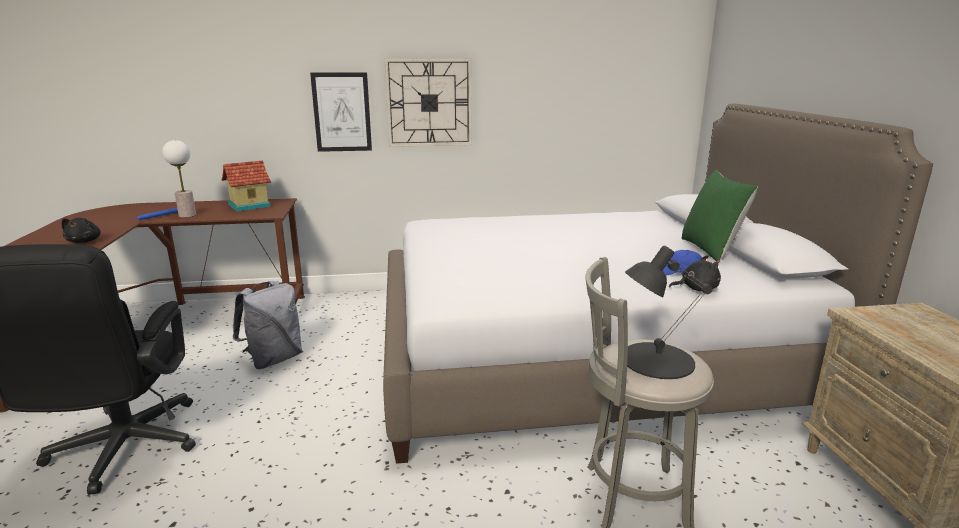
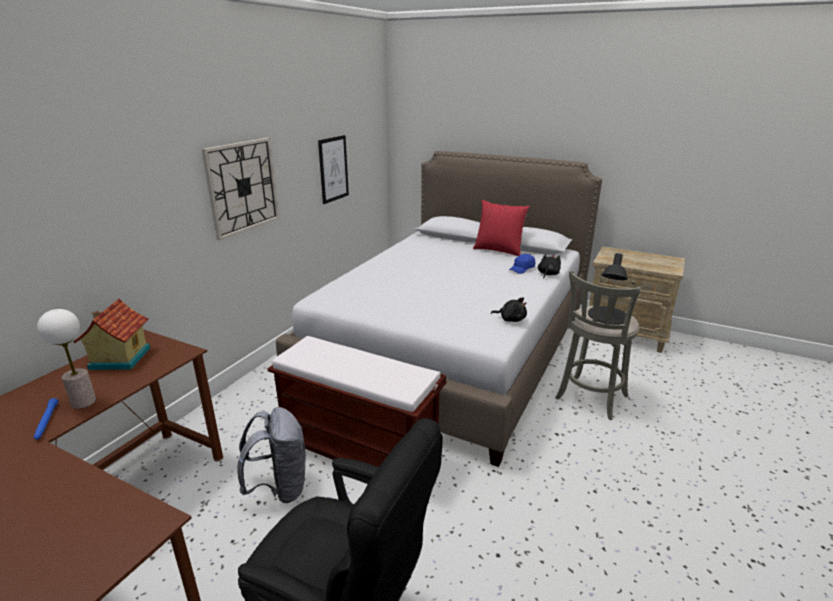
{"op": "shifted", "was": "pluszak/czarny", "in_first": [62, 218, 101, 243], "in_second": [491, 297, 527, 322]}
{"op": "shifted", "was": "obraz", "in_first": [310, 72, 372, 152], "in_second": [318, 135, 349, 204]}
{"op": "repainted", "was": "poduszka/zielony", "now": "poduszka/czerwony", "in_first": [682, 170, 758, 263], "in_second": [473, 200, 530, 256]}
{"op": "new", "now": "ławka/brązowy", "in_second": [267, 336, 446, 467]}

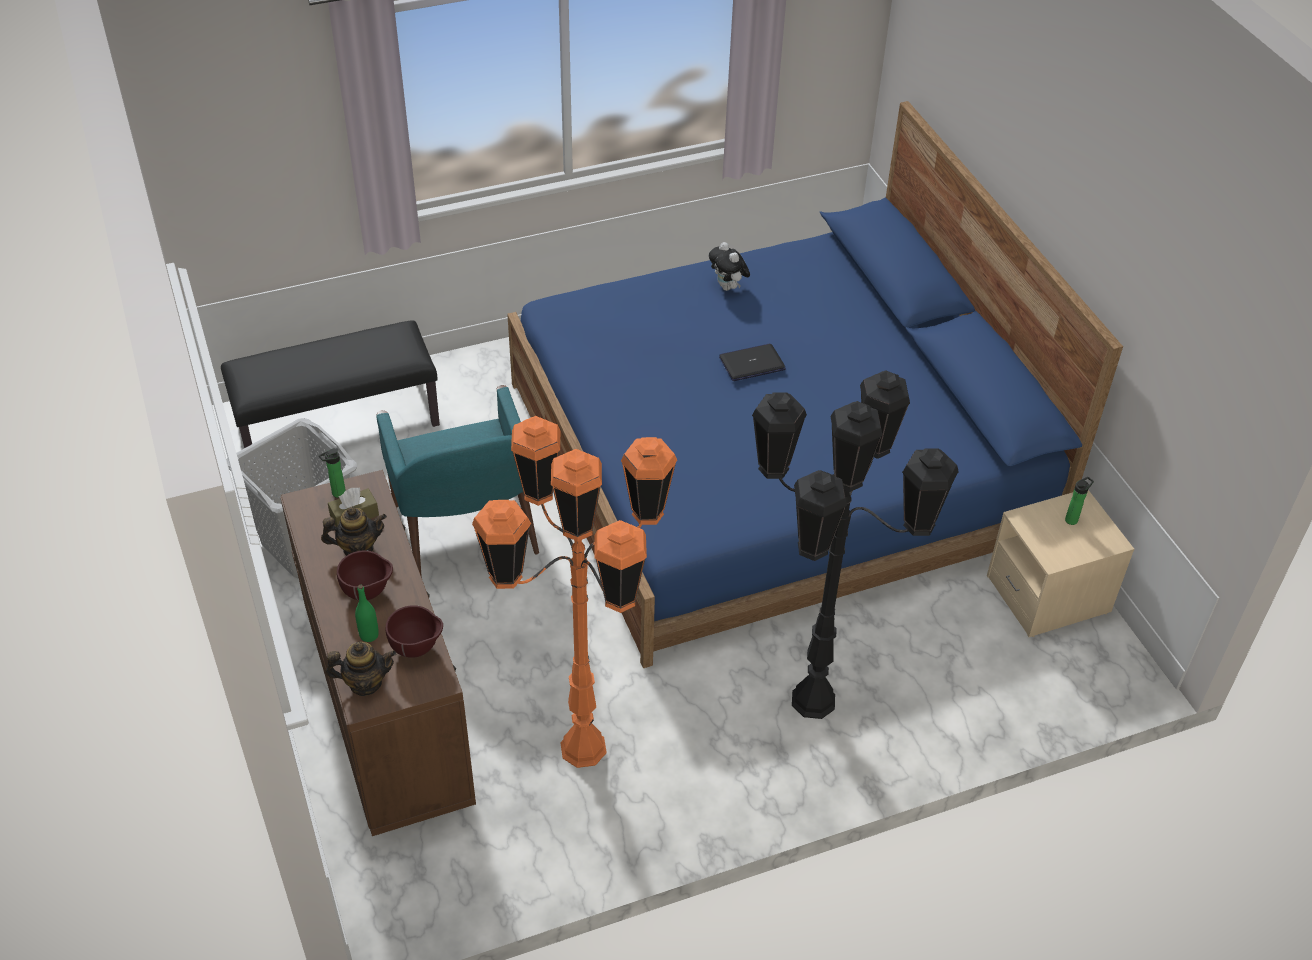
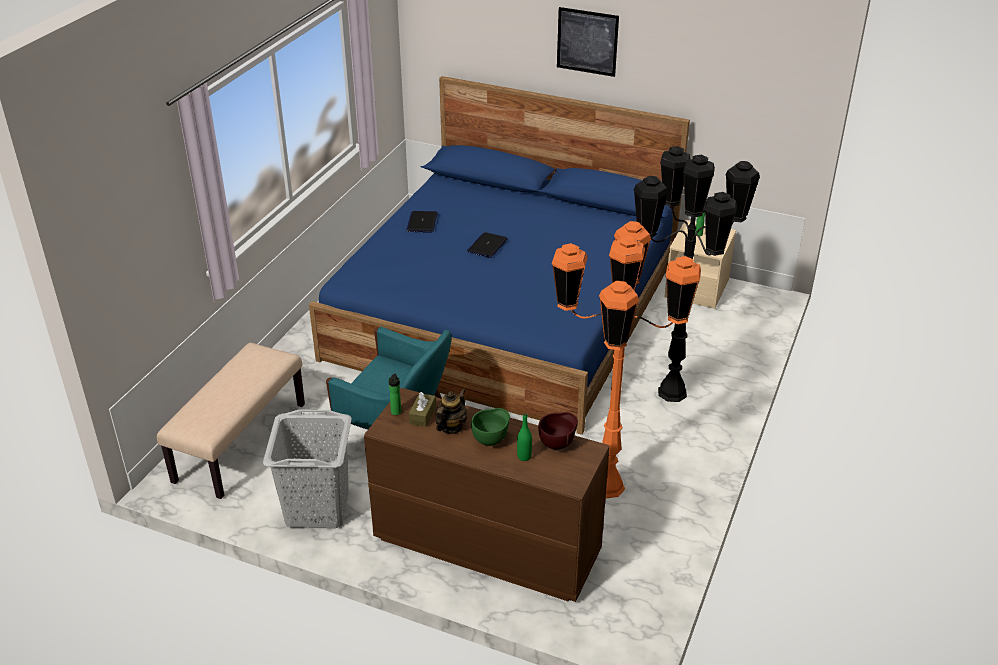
{"op": "repainted", "was": "ławka/czarny", "now": "ławka/beżowy", "in_first": [221, 320, 440, 470], "in_second": [157, 343, 305, 499]}
{"op": "gone", "was": "imbryk", "in_first": [326, 642, 396, 696]}
{"op": "repainted", "was": "miska/brązowy", "now": "miska/zielony", "in_first": [337, 550, 393, 600], "in_second": [471, 408, 510, 446]}
{"op": "swapped", "was": "pluszak", "now": "laptop", "in_first": [709, 242, 750, 291], "in_second": [406, 211, 437, 233]}
{"op": "new", "now": "obraz", "in_second": [557, 7, 619, 77]}

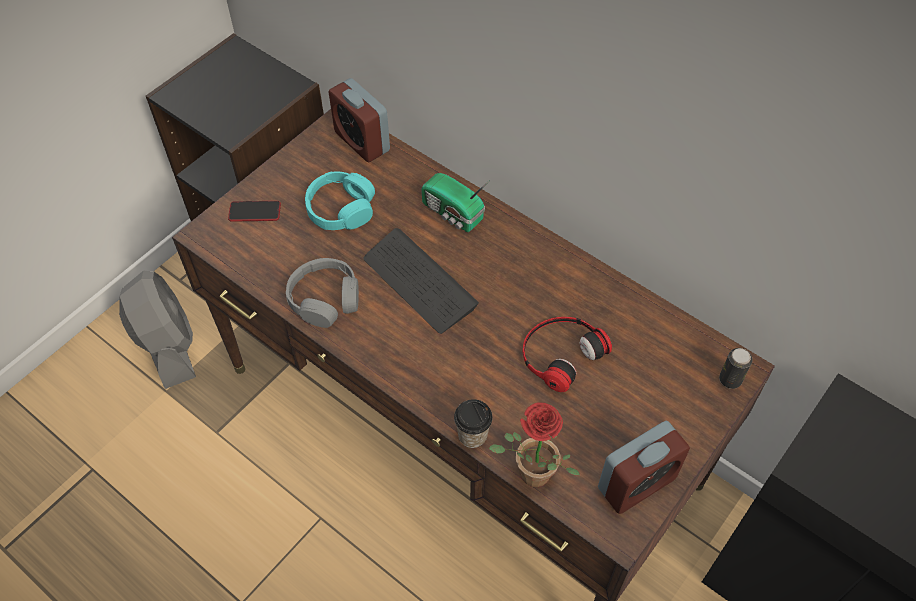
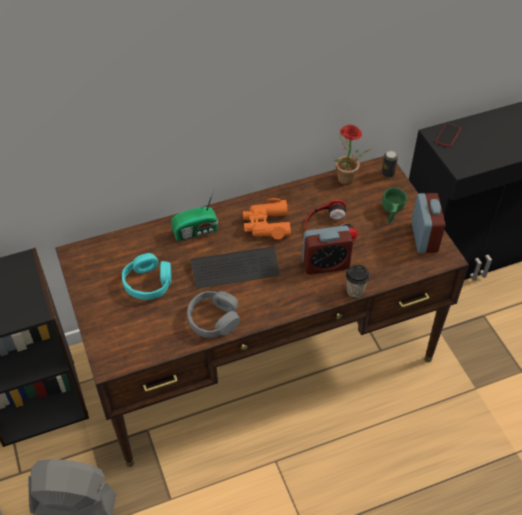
{"op": "shifted", "was": "telefon", "in_first": [228, 201, 281, 222], "in_second": [436, 123, 461, 147]}
{"op": "shifted", "was": "budzik", "in_first": [329, 78, 390, 162], "in_second": [302, 225, 353, 275]}
{"op": "shifted", "was": "roślina doniczkowa", "in_first": [489, 403, 580, 487], "in_second": [335, 124, 371, 185]}
{"op": "new", "now": "lornetka/pomarańczowy", "in_second": [243, 198, 291, 239]}
{"op": "new", "now": "filiżanka/zielony", "in_second": [382, 188, 407, 223]}

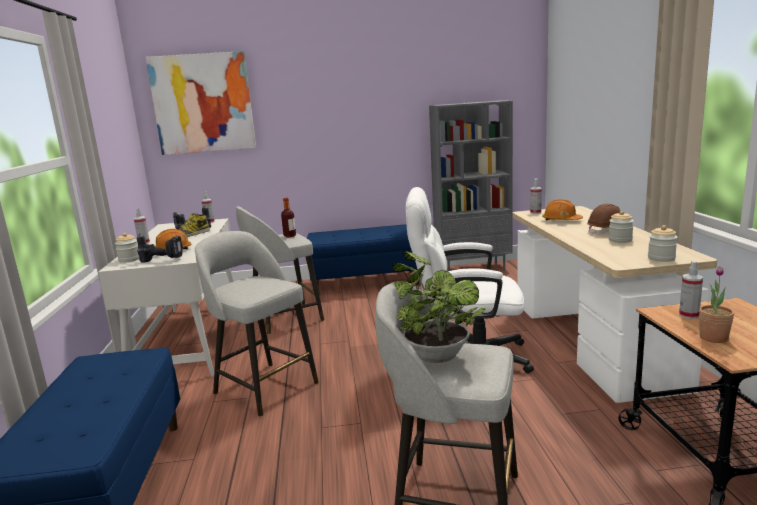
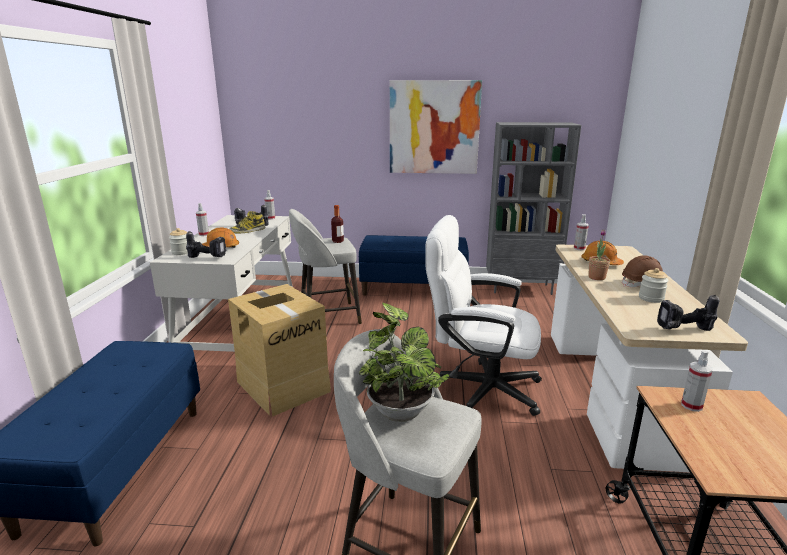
{"op": "shifted", "was": "obraz", "in_first": [146, 51, 256, 155], "in_second": [390, 80, 482, 174]}
{"op": "swapped", "was": "stołek/szary", "now": "karton", "in_first": [195, 231, 318, 417], "in_second": [228, 284, 331, 417]}
{"op": "swapped", "was": "słoik", "now": "wiertarka", "in_first": [648, 225, 678, 262], "in_second": [657, 295, 719, 331]}
{"op": "shifted", "was": "roślina doniczkowa", "in_first": [699, 266, 734, 343], "in_second": [588, 230, 610, 280]}

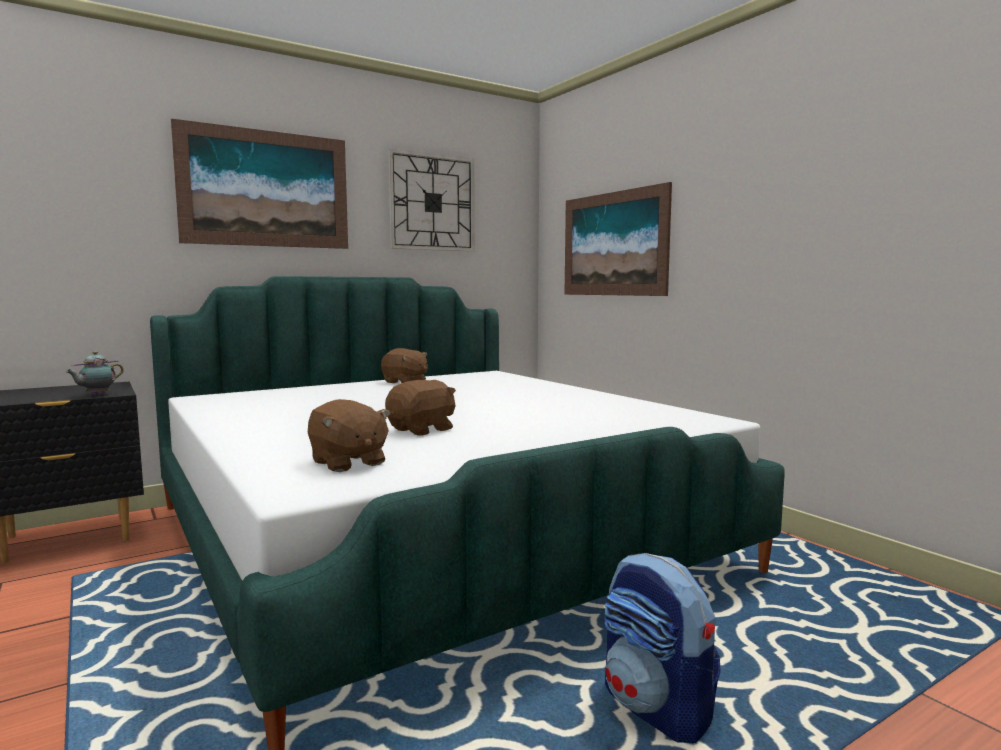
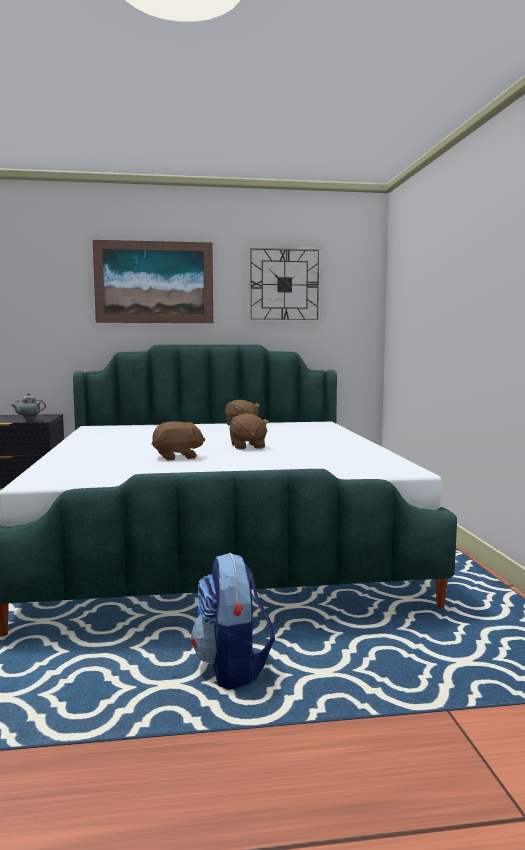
{"op": "shifted", "was": "pluszak/brązowy", "in_first": [308, 399, 391, 472], "in_second": [229, 413, 269, 449]}
{"op": "gone", "was": "obraz", "in_first": [564, 182, 672, 296]}

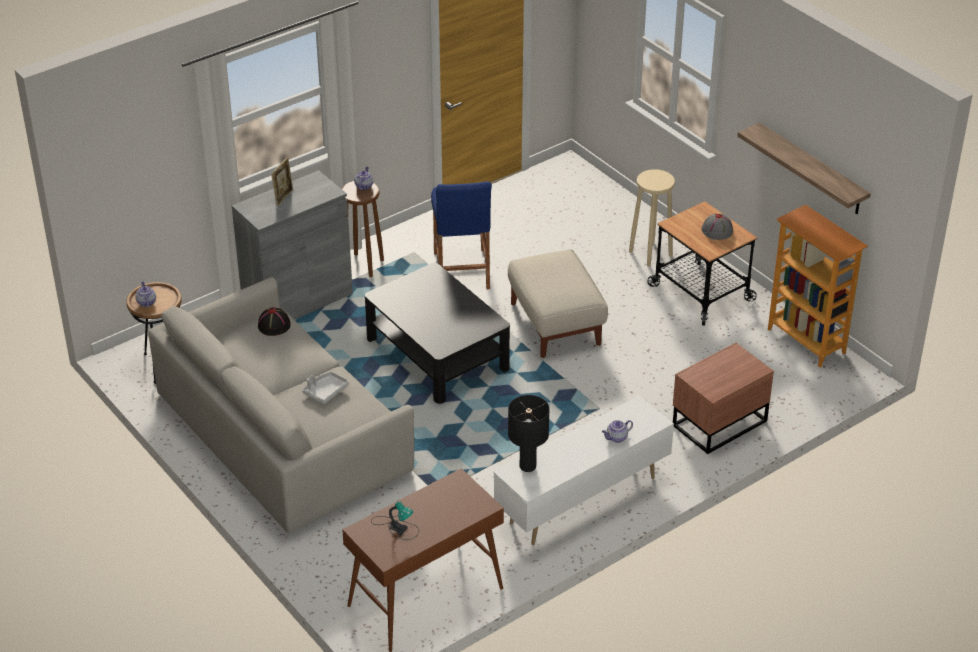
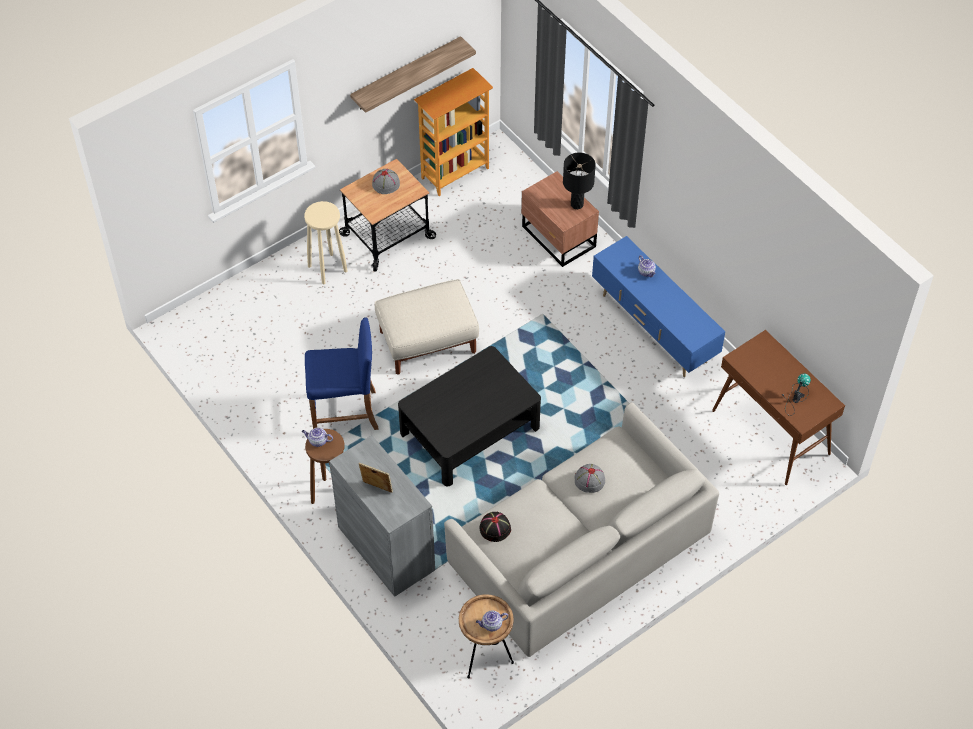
{"op": "swapped", "was": "taca/szary", "now": "kapelusz/szary", "in_first": [302, 371, 349, 404], "in_second": [574, 464, 605, 493]}
{"op": "repainted", "was": "szafka pod telewizor/biały", "now": "szafka pod telewizor/niebieski", "in_first": [493, 396, 674, 545], "in_second": [592, 236, 725, 377]}
{"op": "shifted", "was": "lampa stołowa/czarny", "in_first": [508, 395, 550, 472], "in_second": [563, 152, 596, 209]}

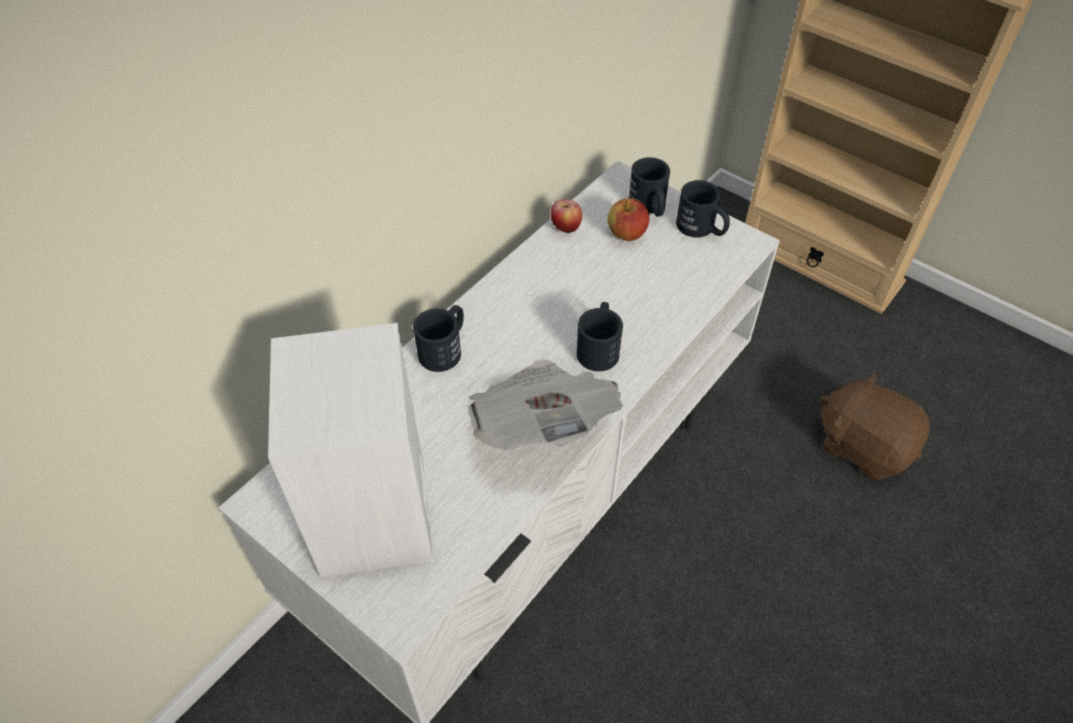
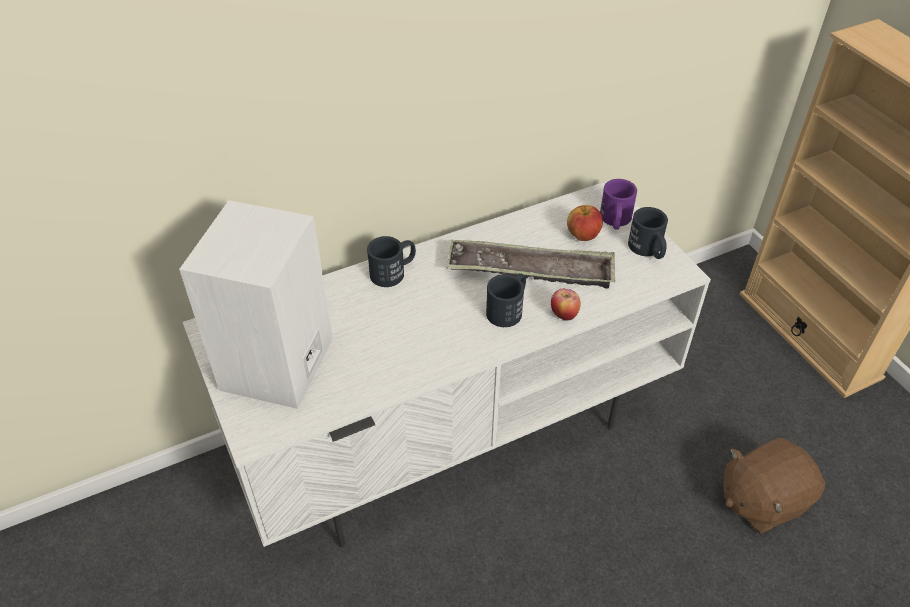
{"op": "gone", "was": "gazeta", "in_first": [468, 359, 623, 450]}
{"op": "shifted", "was": "jabłko", "in_first": [551, 199, 582, 233], "in_second": [551, 289, 581, 321]}
{"op": "repainted", "was": "kubek/czarny", "now": "kubek/fioletowy", "in_first": [629, 157, 670, 217], "in_second": [600, 179, 637, 230]}
{"op": "rotated", "was": "pluszak/brązowy", "in_first": [821, 372, 930, 480], "in_second": [723, 438, 825, 534], "clockwise": -90}
{"op": "new", "now": "taca", "in_second": [447, 239, 615, 288]}

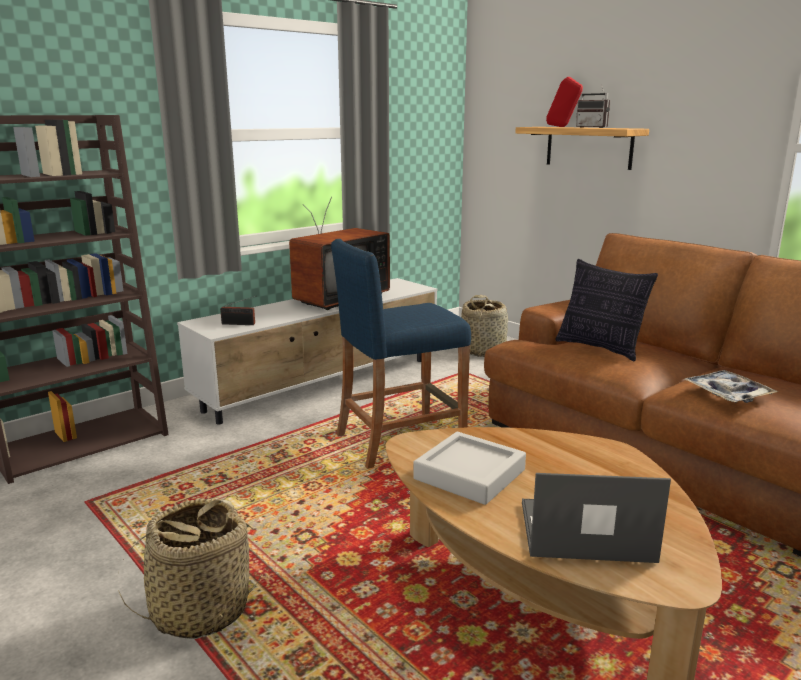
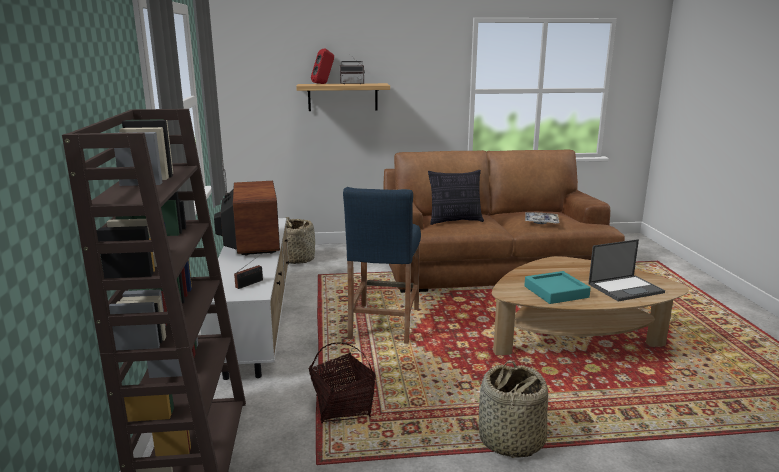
{"op": "repainted", "was": "taca/szary", "now": "taca/turkusowy", "in_first": [413, 432, 526, 505], "in_second": [524, 271, 591, 304]}
{"op": "rotated", "was": "laptop", "in_first": [522, 473, 671, 563], "in_second": [588, 239, 665, 301], "clockwise": -150}
{"op": "new", "now": "koszyk", "in_second": [309, 342, 375, 423]}

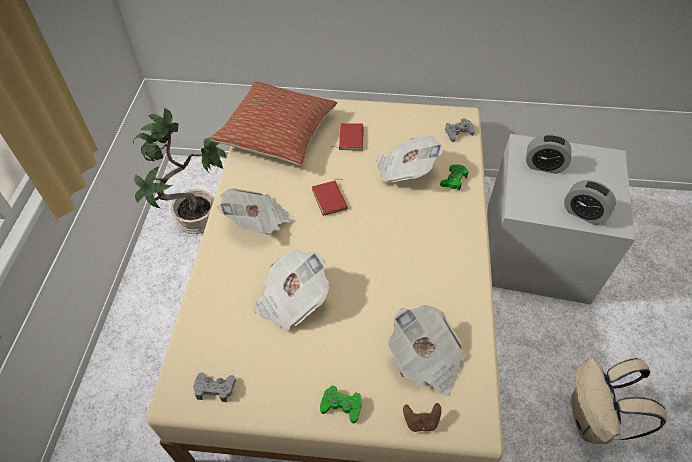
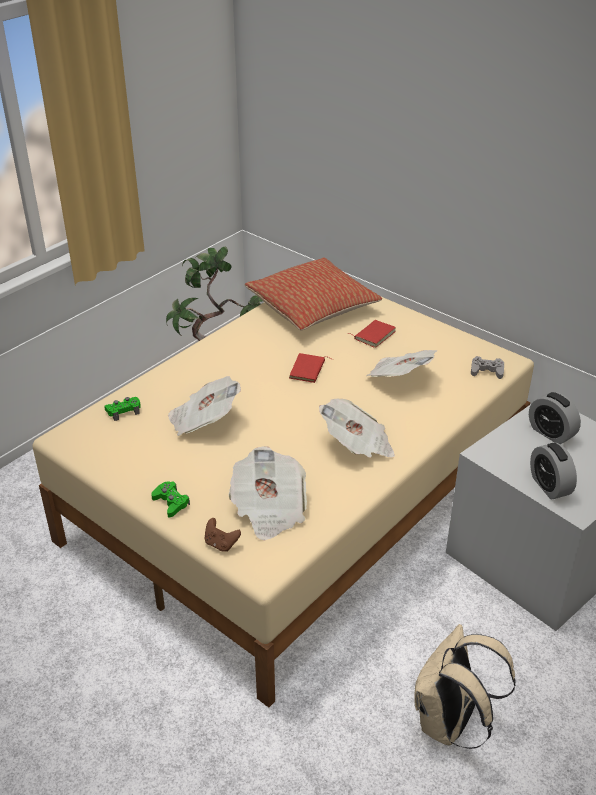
{"op": "gone", "was": "pad do gier/szary", "in_first": [193, 373, 236, 402]}
{"op": "shifted", "was": "gazeta", "in_first": [217, 188, 294, 235], "in_second": [319, 399, 395, 458]}
{"op": "shifted", "was": "pad do gier/zielony", "in_first": [440, 165, 469, 191], "in_second": [104, 397, 141, 421]}

